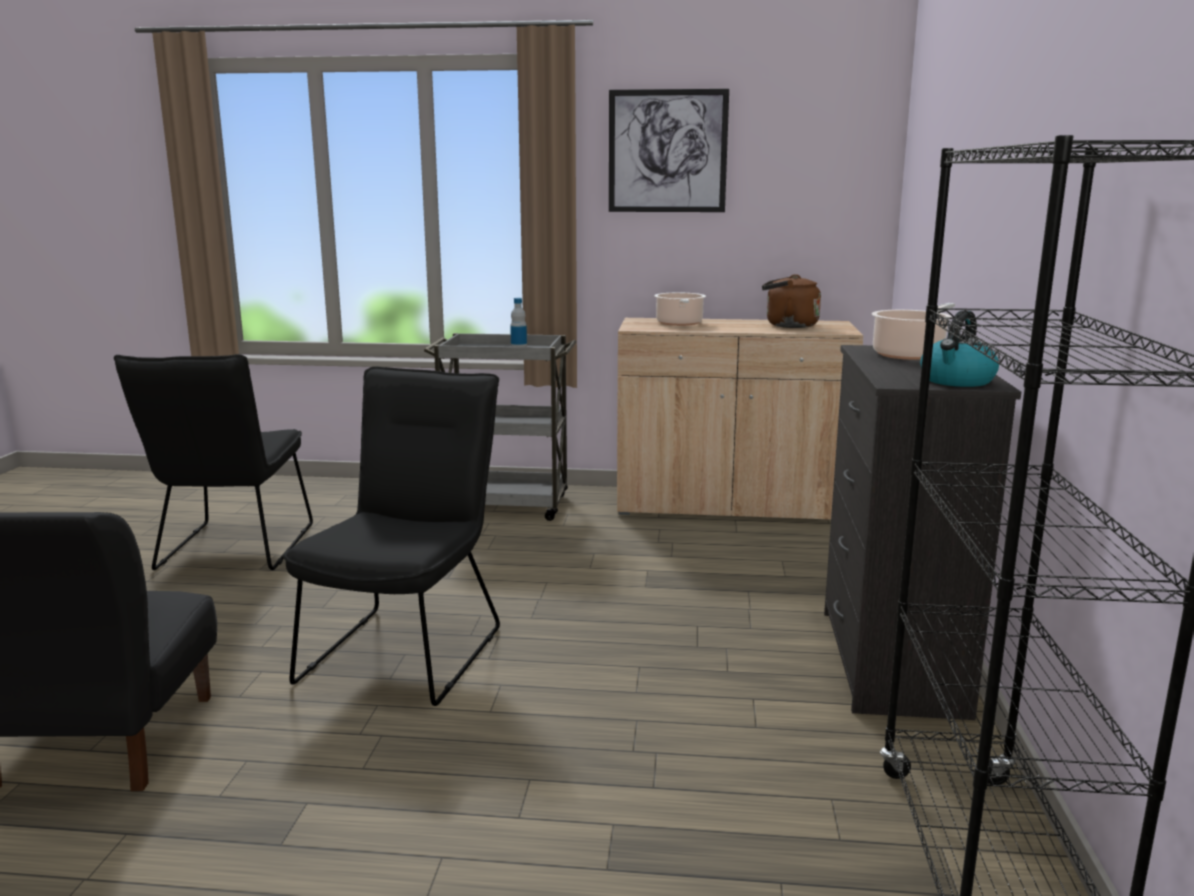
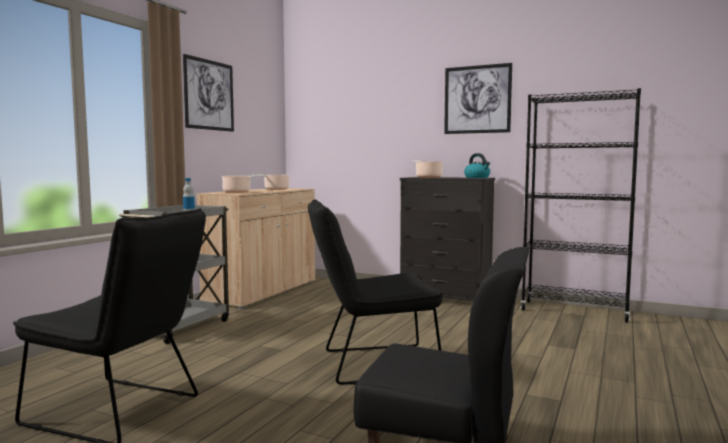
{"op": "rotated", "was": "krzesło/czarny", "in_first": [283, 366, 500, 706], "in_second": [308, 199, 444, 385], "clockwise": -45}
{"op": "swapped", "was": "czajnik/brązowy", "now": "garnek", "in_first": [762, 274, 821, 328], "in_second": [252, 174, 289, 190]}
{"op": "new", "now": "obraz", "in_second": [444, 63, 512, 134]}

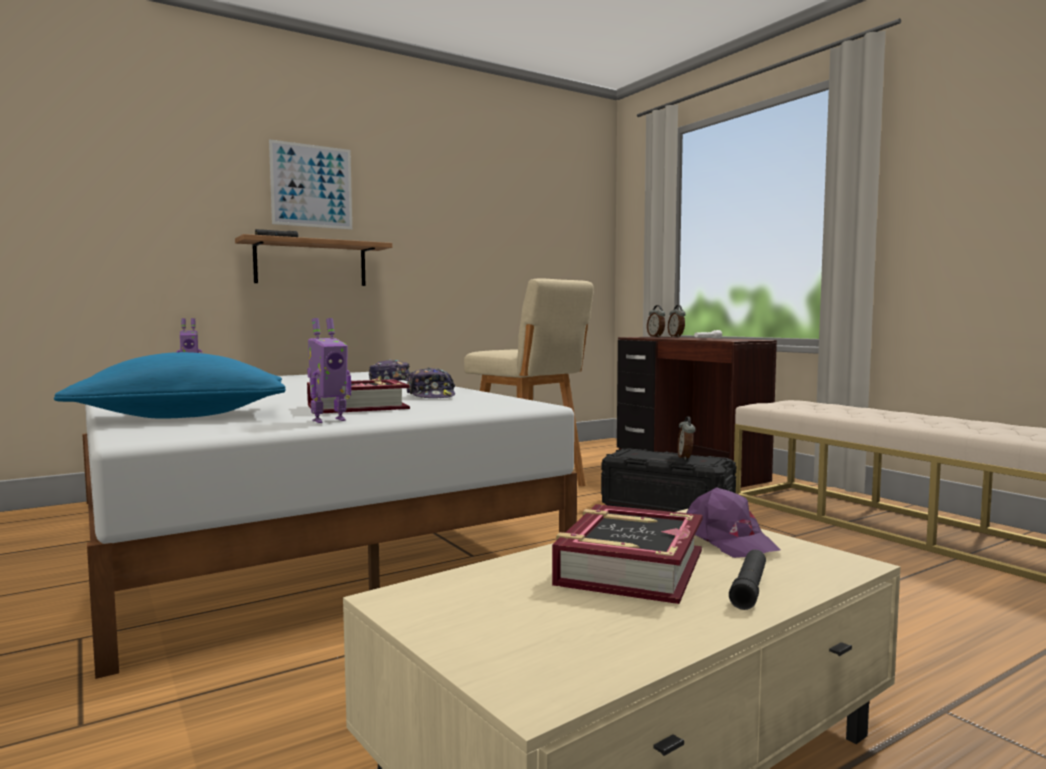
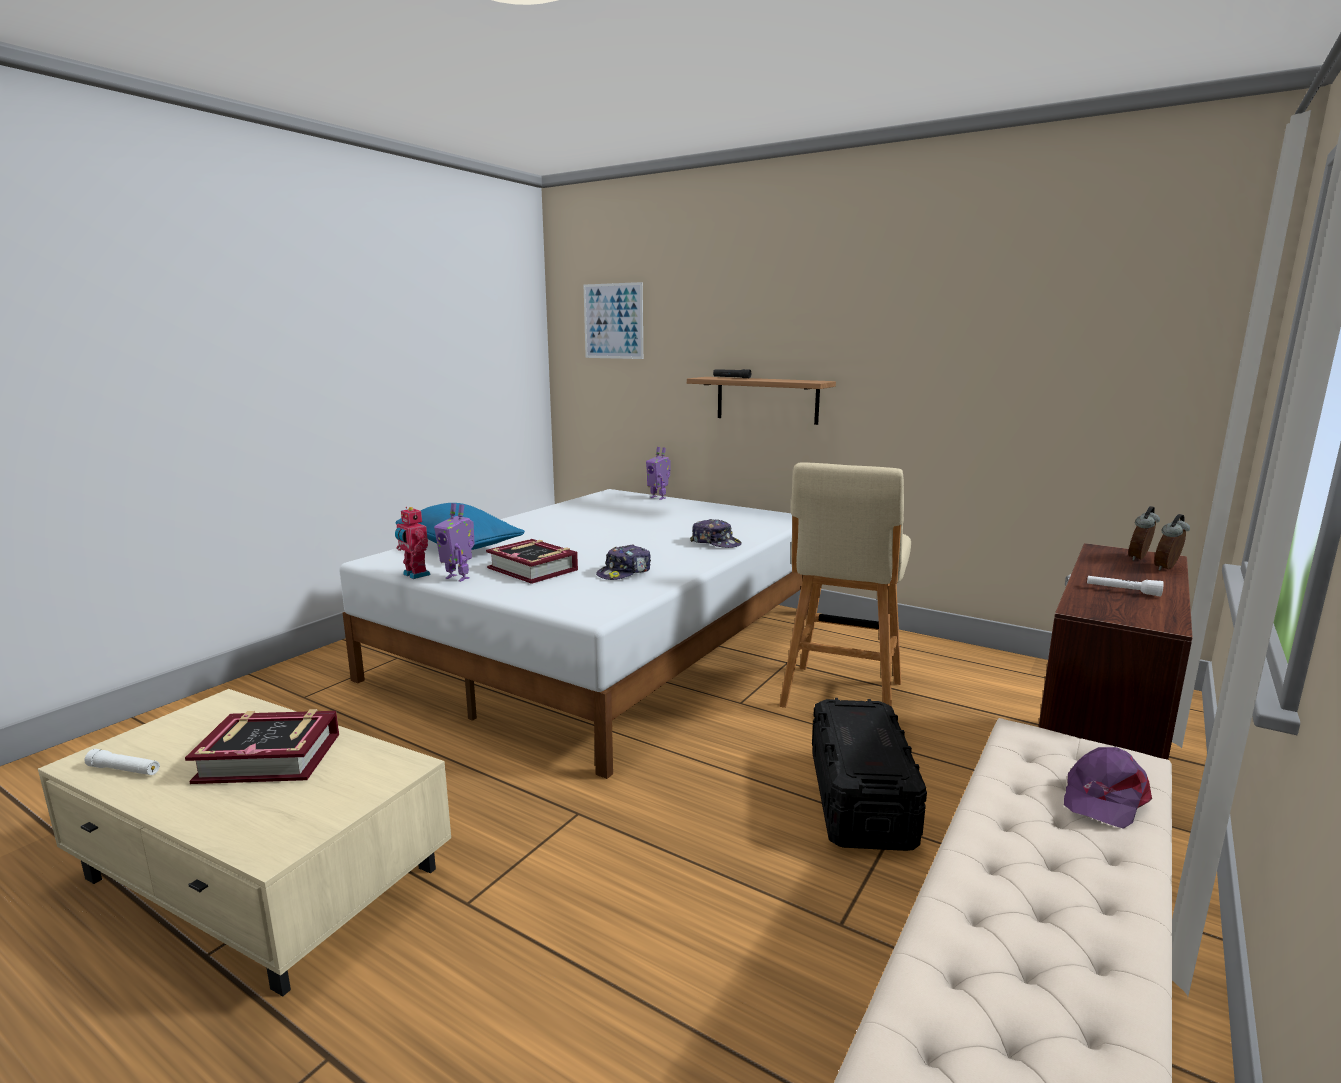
{"op": "shifted", "was": "obraz", "in_first": [269, 139, 352, 230], "in_second": [584, 282, 643, 359]}
{"op": "gone", "was": "budzik", "in_first": [677, 417, 695, 460]}
{"op": "shifted", "was": "czapka z daszkiem/fioletowy", "in_first": [686, 487, 782, 558], "in_second": [1064, 747, 1152, 829]}
{"op": "gone", "was": "latarka/czarny", "in_first": [729, 550, 766, 610]}
{"op": "new", "now": "latarka/biały", "in_second": [84, 749, 160, 775]}
{"op": "new", "now": "robot zabawkowy", "in_second": [395, 507, 431, 579]}

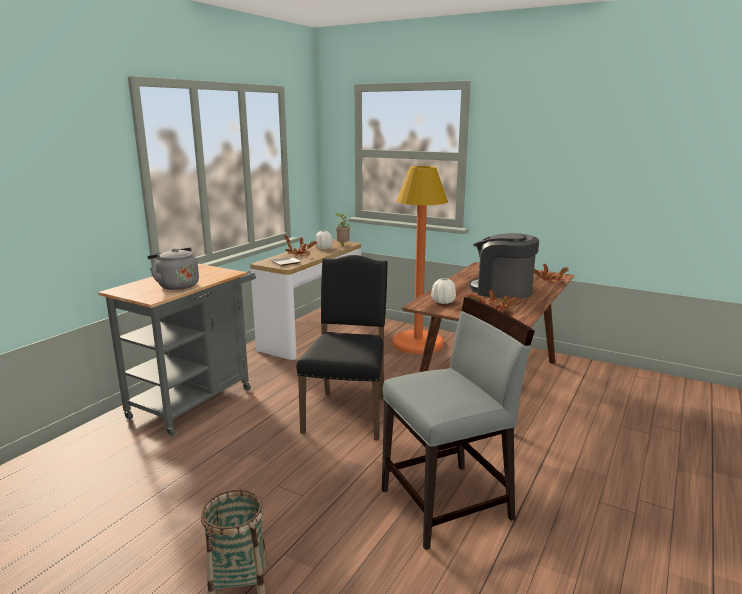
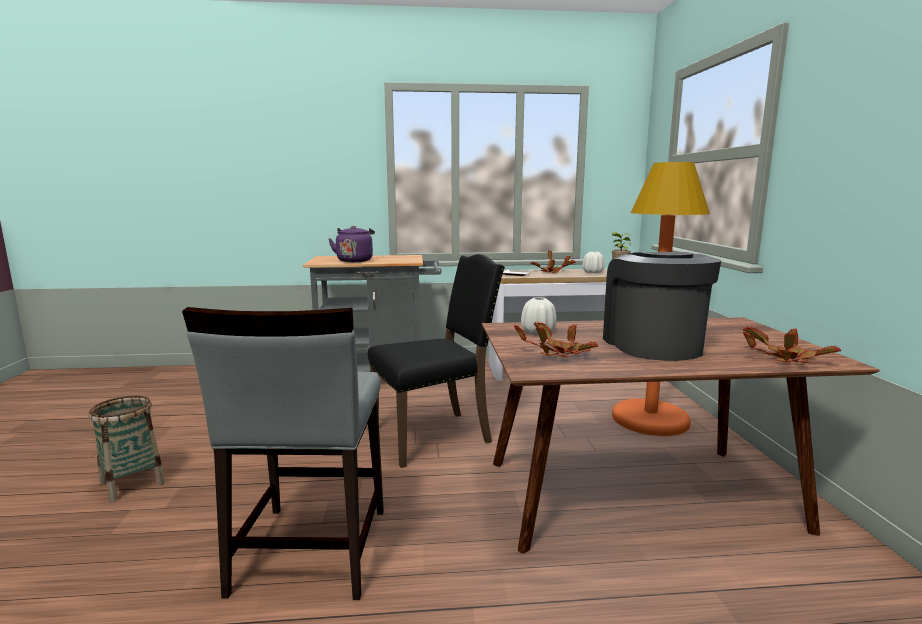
{"op": "repainted", "was": "czajnik/szary", "now": "czajnik/fioletowy", "in_first": [147, 248, 199, 290], "in_second": [328, 226, 375, 262]}
{"op": "rotated", "was": "krzesło/szary", "in_first": [382, 297, 534, 550], "in_second": [182, 307, 384, 600], "clockwise": 60}

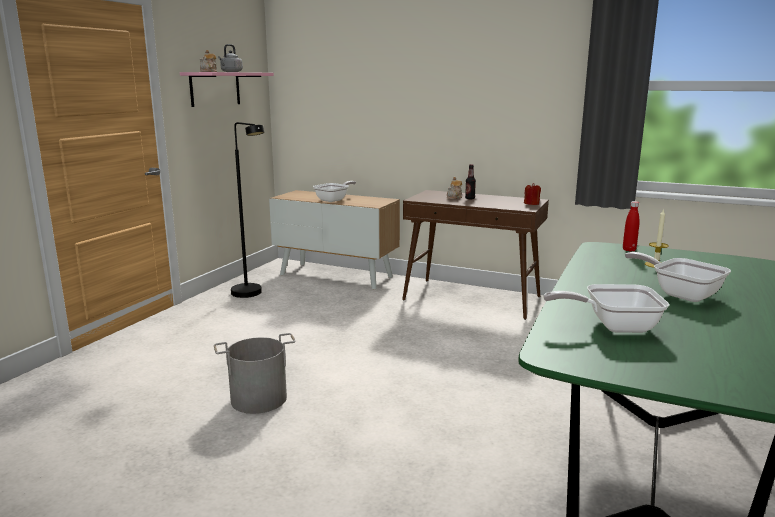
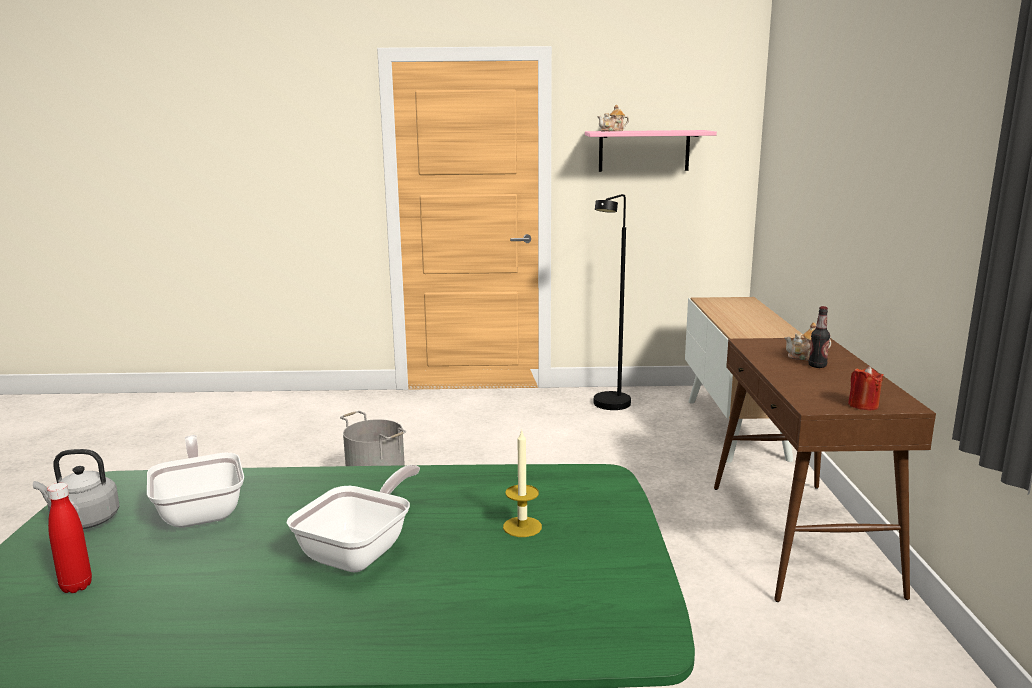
{"op": "shifted", "was": "czajnik/szary", "in_first": [218, 44, 243, 72], "in_second": [33, 449, 120, 529]}
{"op": "gone", "was": "patelnia", "in_first": [313, 181, 356, 202]}
{"op": "shifted", "was": "butelka/czerwony", "in_first": [623, 201, 639, 252], "in_second": [47, 483, 92, 593]}

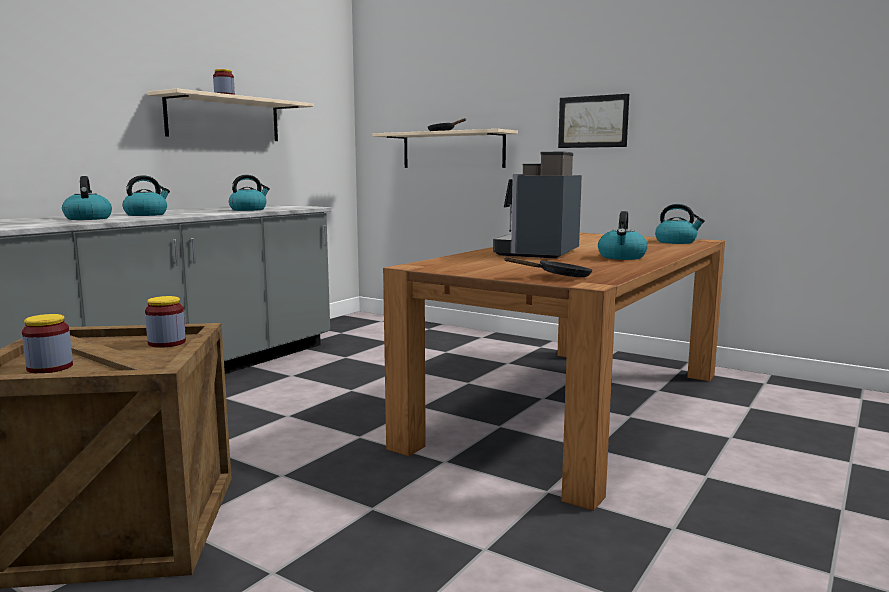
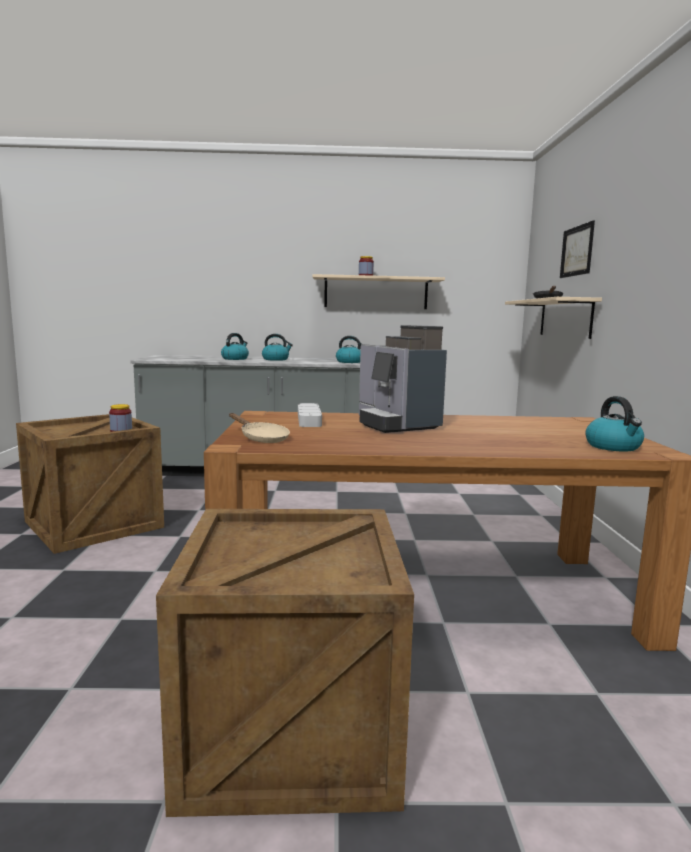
{"op": "gone", "was": "słoik", "in_first": [22, 314, 73, 373]}
{"op": "rotated", "was": "ekspres do kawy", "in_first": [493, 152, 582, 258], "in_second": [359, 325, 447, 433], "clockwise": -105}
{"op": "repainted", "was": "patelnia/czarny", "now": "patelnia/beżowy", "in_first": [505, 257, 592, 277], "in_second": [229, 413, 290, 443]}
{"op": "shifted", "was": "obraz", "in_first": [558, 94, 629, 148], "in_second": [560, 220, 595, 278]}
{"op": "gone", "was": "czajnik", "in_first": [598, 211, 648, 260]}
{"op": "new", "now": "skrzynka", "in_second": [156, 509, 414, 817]}
{"op": "new", "now": "taca/szary", "in_second": [298, 403, 322, 427]}

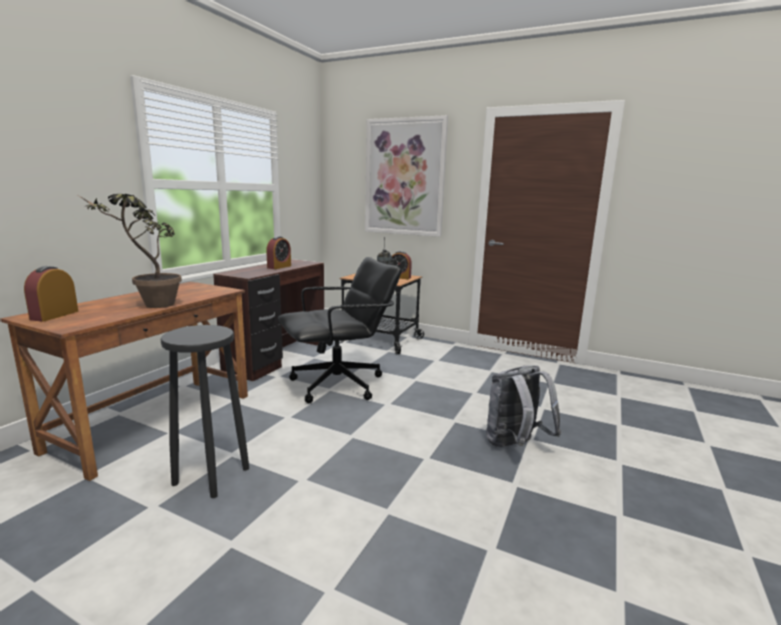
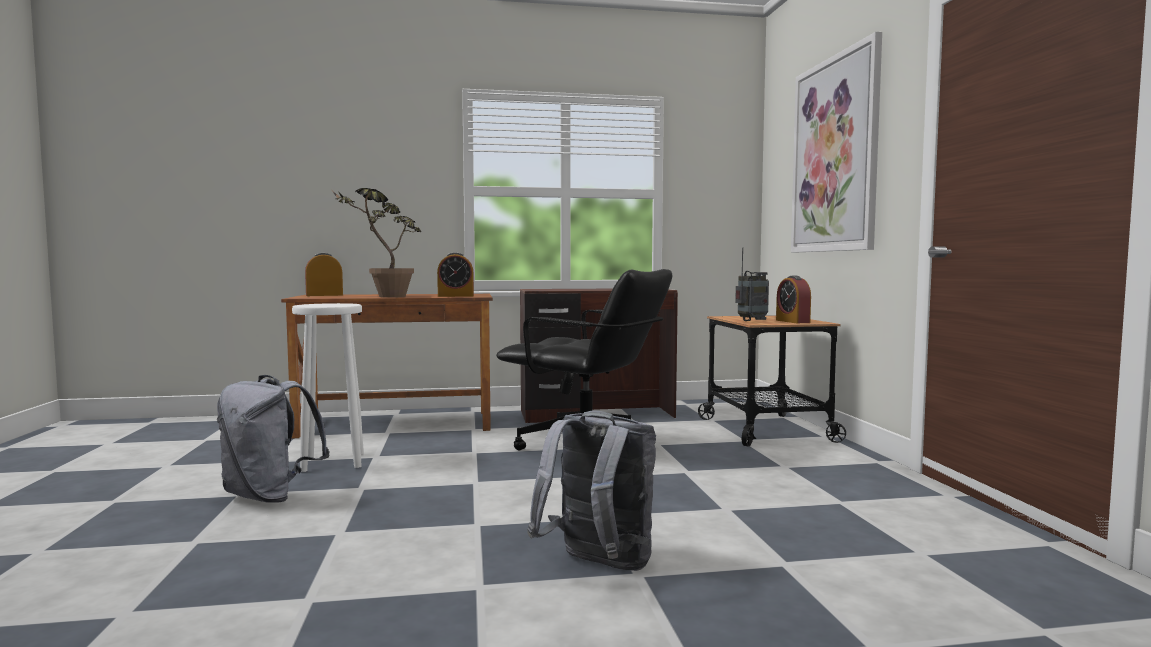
{"op": "repainted", "was": "stołek/czarny", "now": "stołek/biały", "in_first": [161, 325, 249, 498], "in_second": [292, 303, 364, 472]}
{"op": "shifted", "was": "budzik", "in_first": [266, 236, 291, 269], "in_second": [437, 252, 474, 297]}
{"op": "new", "now": "plecak/szary", "in_second": [217, 375, 330, 503]}

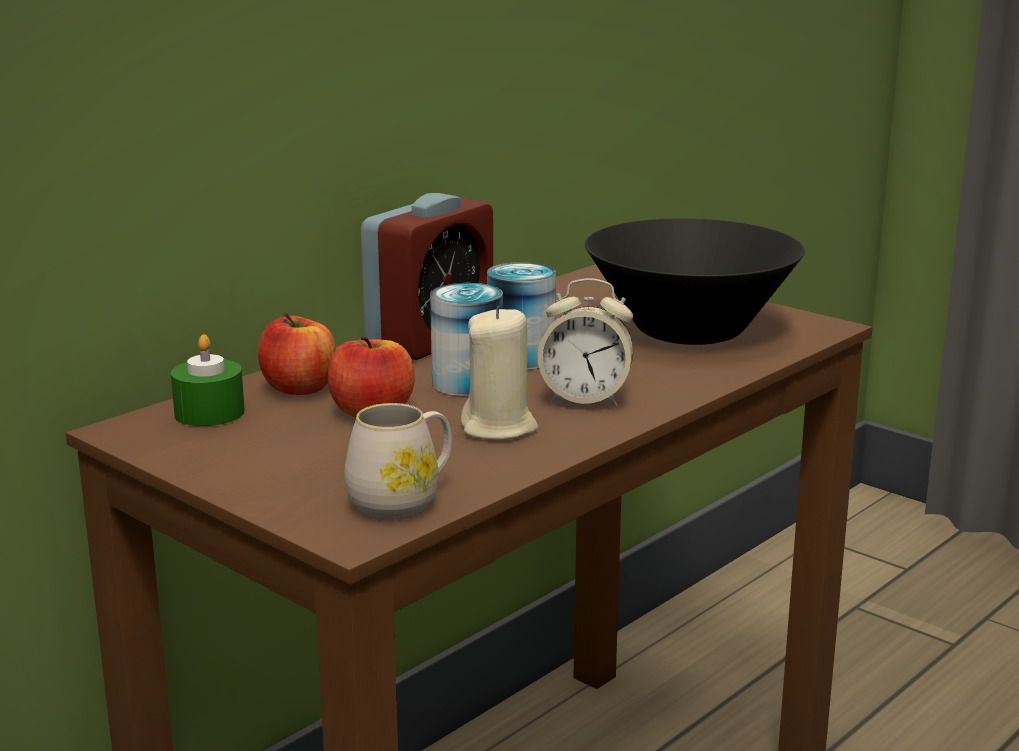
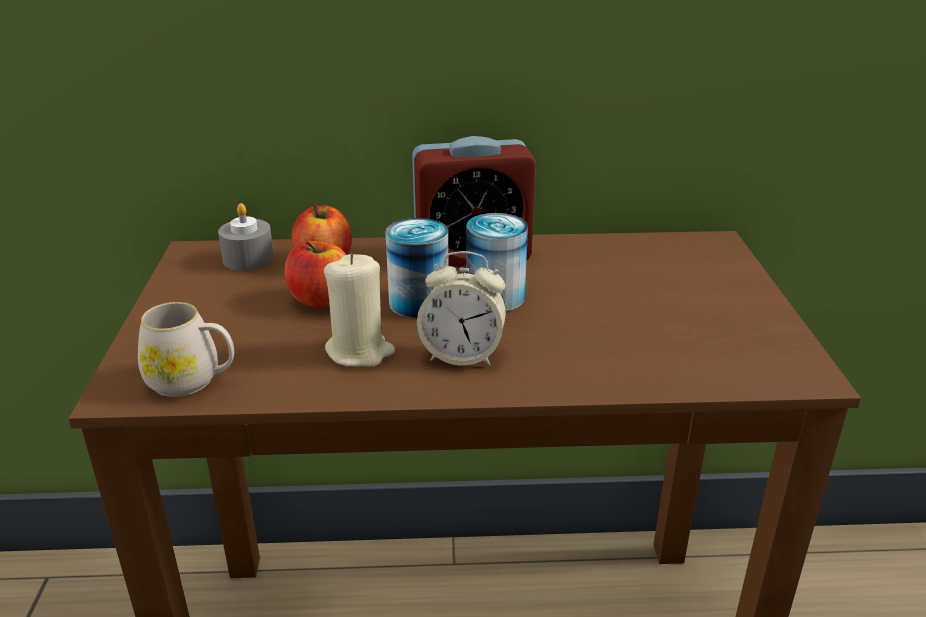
{"op": "repainted", "was": "świeca/zielony", "now": "świeca/szary", "in_first": [171, 334, 245, 426], "in_second": [218, 203, 274, 271]}
{"op": "rotated", "was": "budzik", "in_first": [538, 278, 634, 406], "in_second": [417, 251, 506, 366], "clockwise": -45}
{"op": "gone", "was": "miska/czarny", "in_first": [585, 218, 805, 345]}

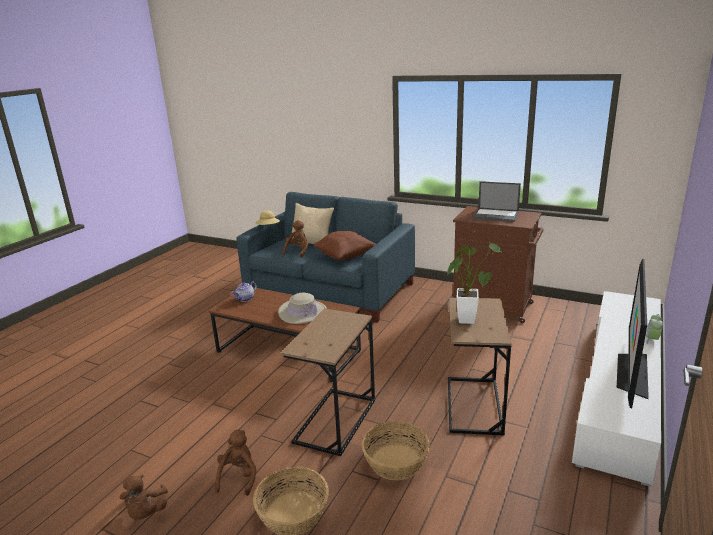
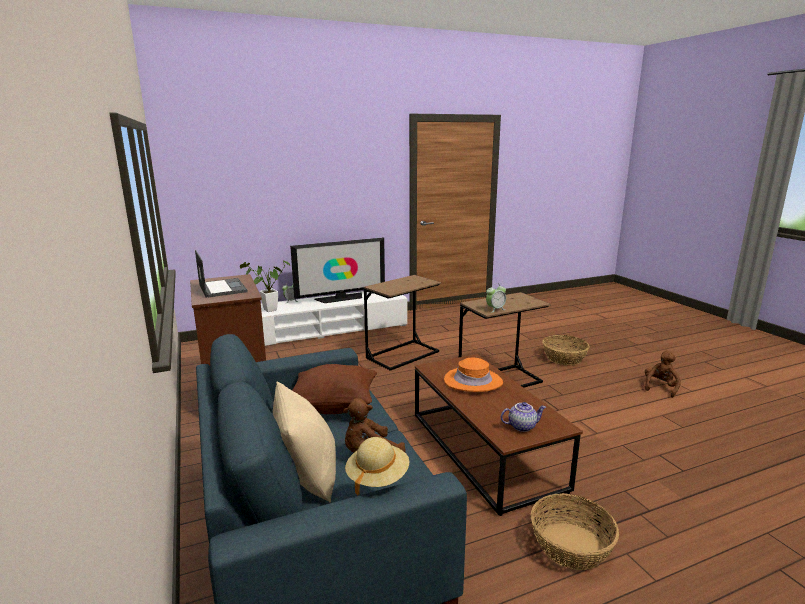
{"op": "gone", "was": "pluszak/brązowy", "in_first": [215, 430, 257, 496]}
{"op": "repainted", "was": "kapelusz/beżowy", "now": "kapelusz/pomarańczowy", "in_first": [278, 293, 327, 324], "in_second": [444, 358, 503, 392]}
{"op": "shifted", "was": "koszyk", "in_first": [362, 421, 430, 480], "in_second": [531, 493, 619, 570]}
{"op": "shifted", "was": "roślina doniczkowa", "in_first": [447, 242, 502, 324], "in_second": [240, 260, 290, 312]}
{"op": "new", "now": "budzik", "in_second": [486, 283, 506, 313]}

